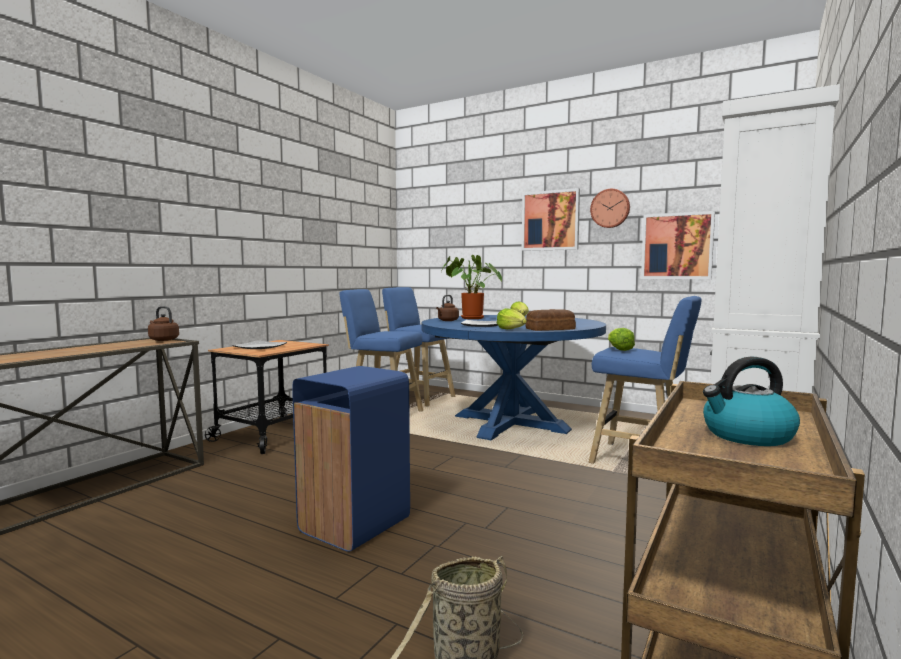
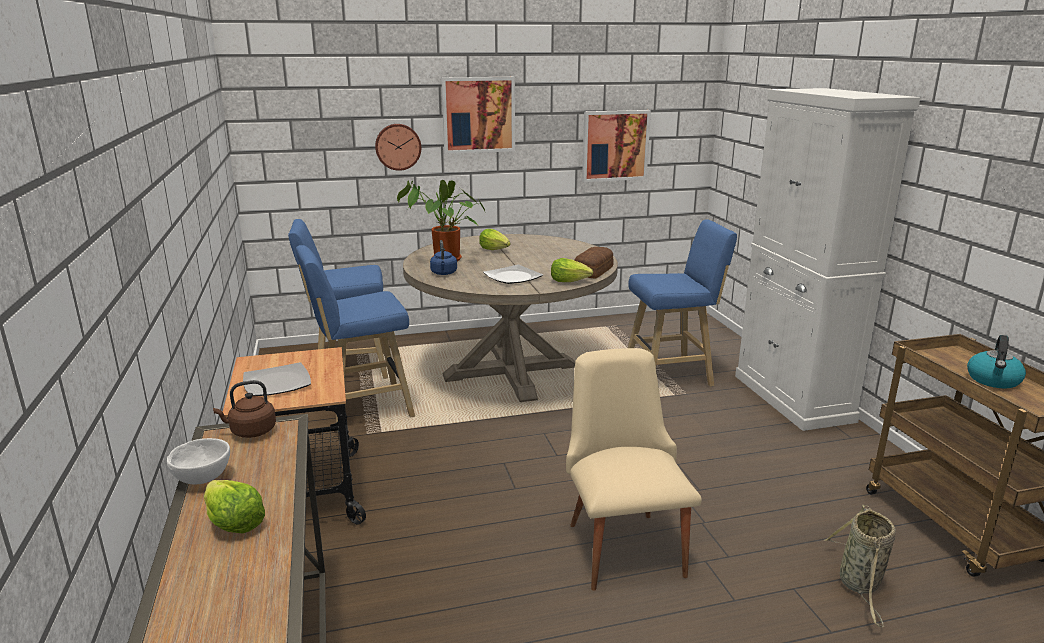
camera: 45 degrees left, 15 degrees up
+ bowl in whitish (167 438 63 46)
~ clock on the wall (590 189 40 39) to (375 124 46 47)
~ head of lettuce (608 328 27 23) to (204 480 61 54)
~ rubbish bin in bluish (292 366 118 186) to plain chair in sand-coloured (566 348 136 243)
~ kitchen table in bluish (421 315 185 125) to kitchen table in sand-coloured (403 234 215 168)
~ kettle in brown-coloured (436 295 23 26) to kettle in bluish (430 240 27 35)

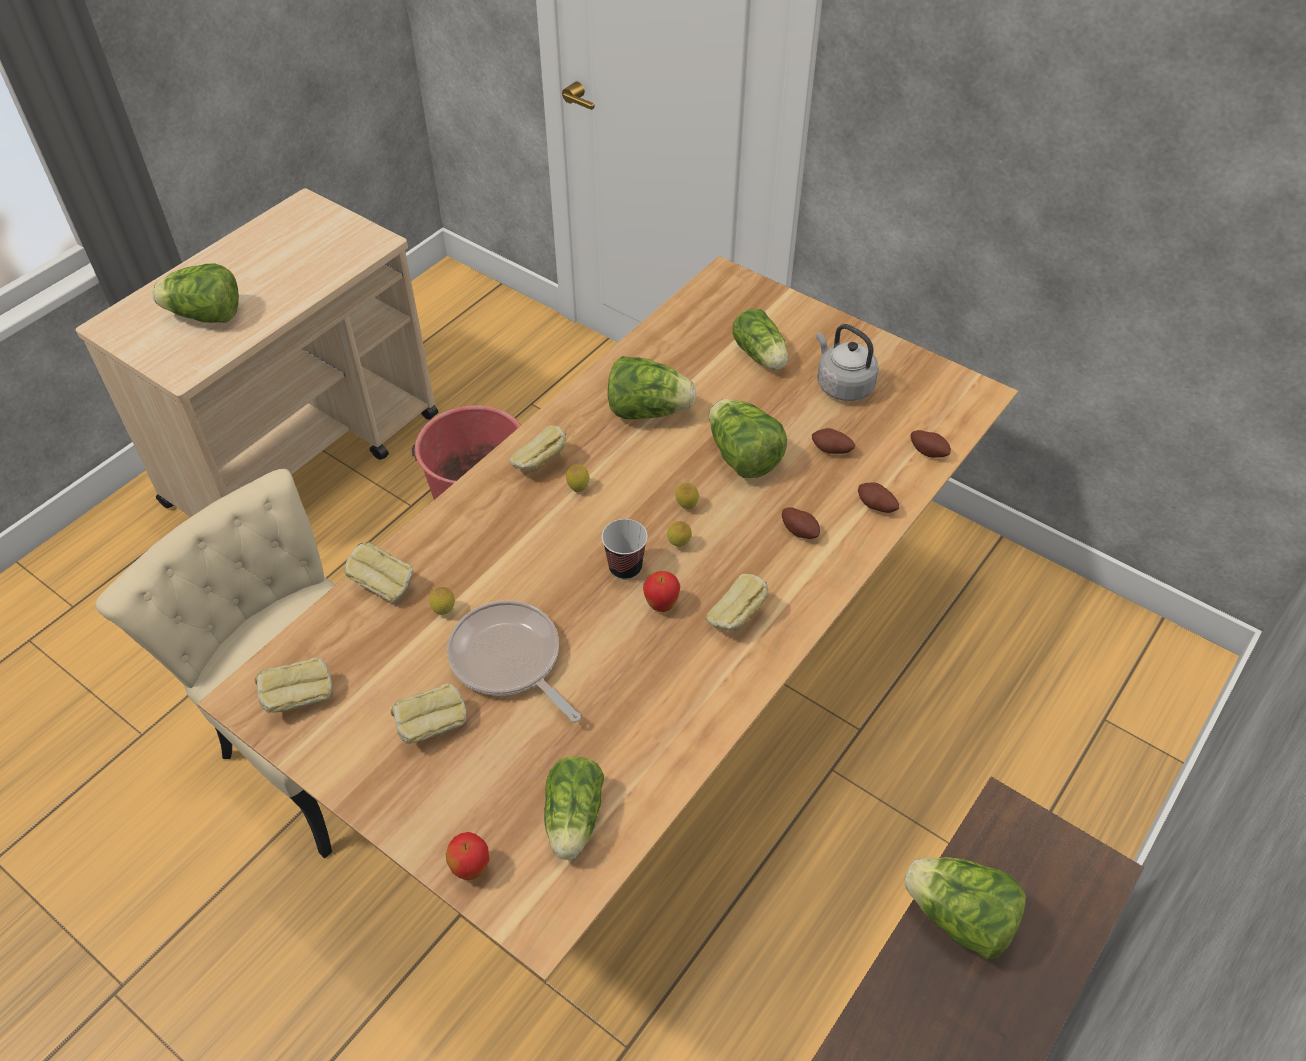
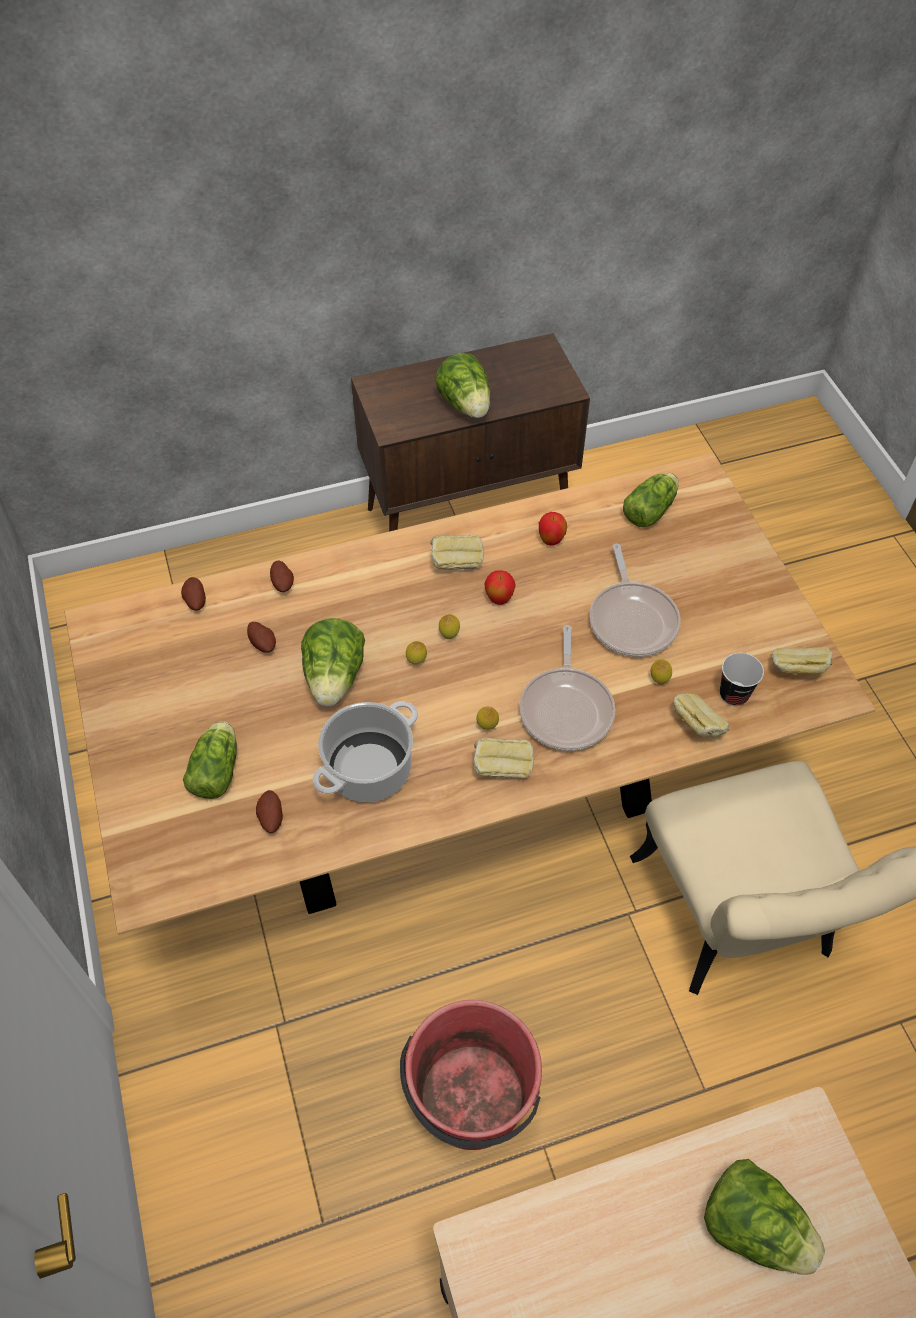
camera: 145 degrees left, 5 degrees up
- bakery bread (390 684 76 60)
- kettle in grey (816 324 63 77)
+ skillet (519 625 96 126)
~ apple (446 832 43 48) to (539 512 28 34)
~ drinking cup (602 519 46 61) to (720 653 44 53)
~ potato (782 507 38 32) to (256 790 27 43)
~ head of lettuce (608 356 88 64) to saucepot (312 701 106 101)

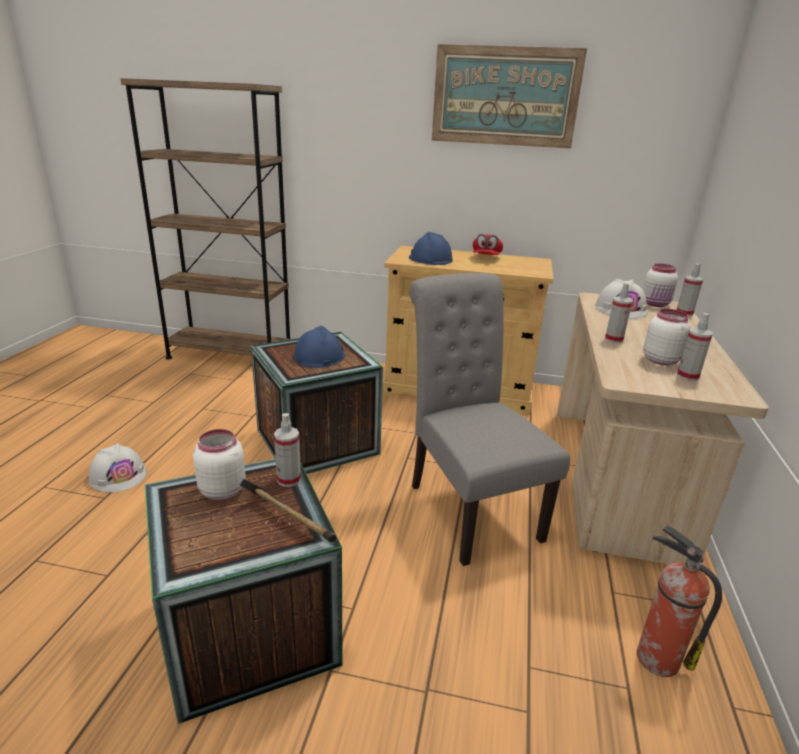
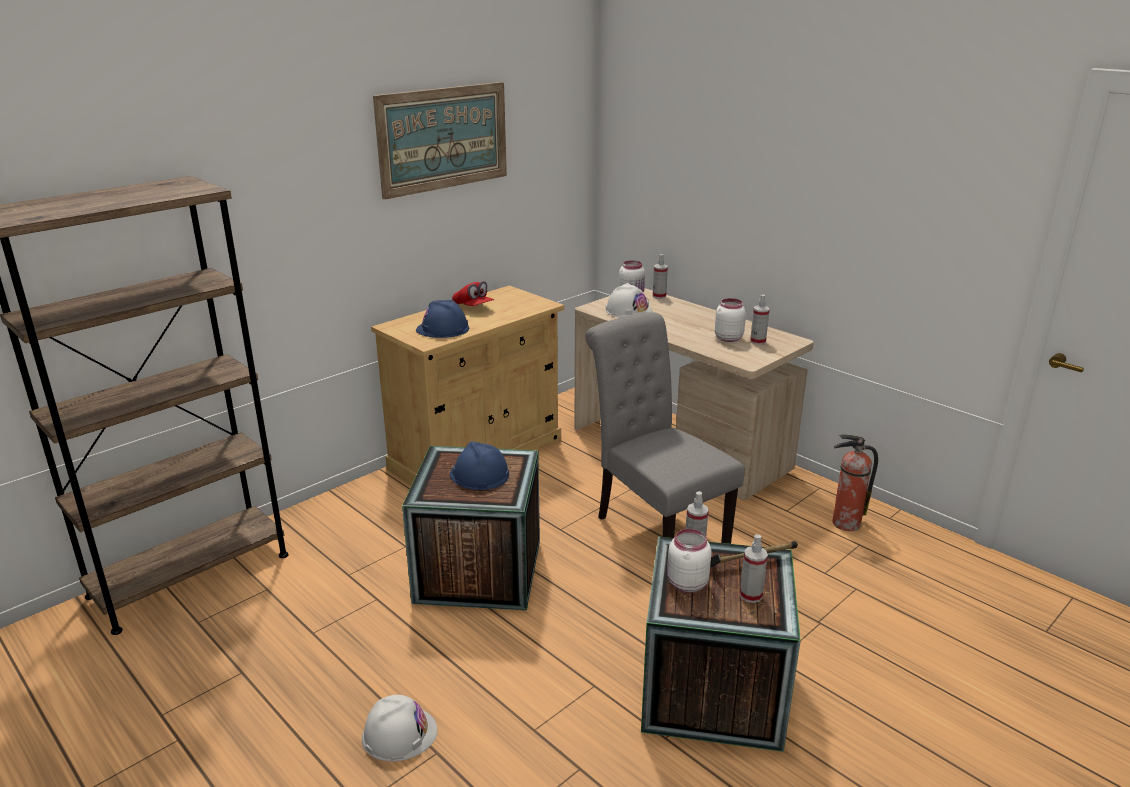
camera: 55 degrees left, 0 degrees up
~ sprayer (605 283 28 60) to (740 534 28 69)
~ plain chair in grey (409 273 161 293) = (585 312 160 232) 45 degrees clockwise

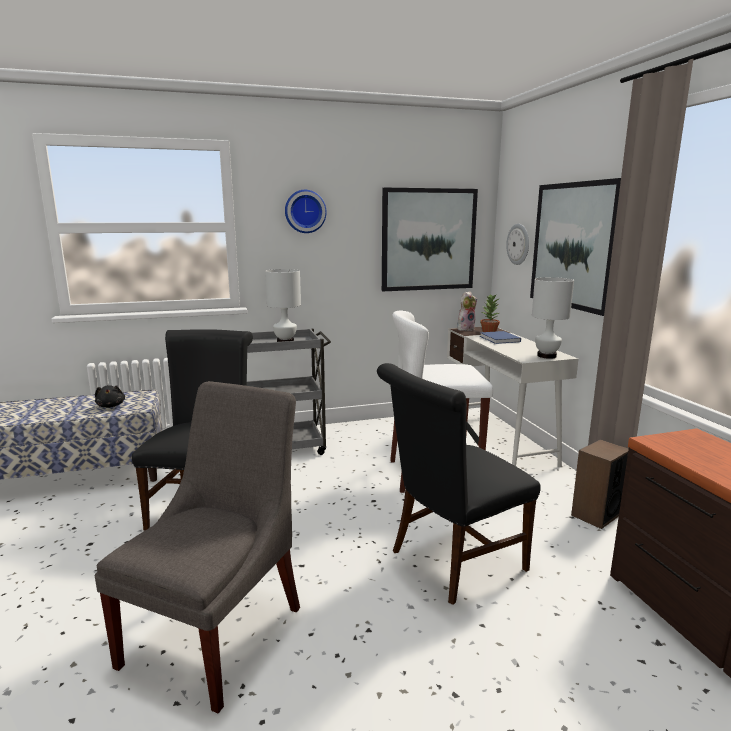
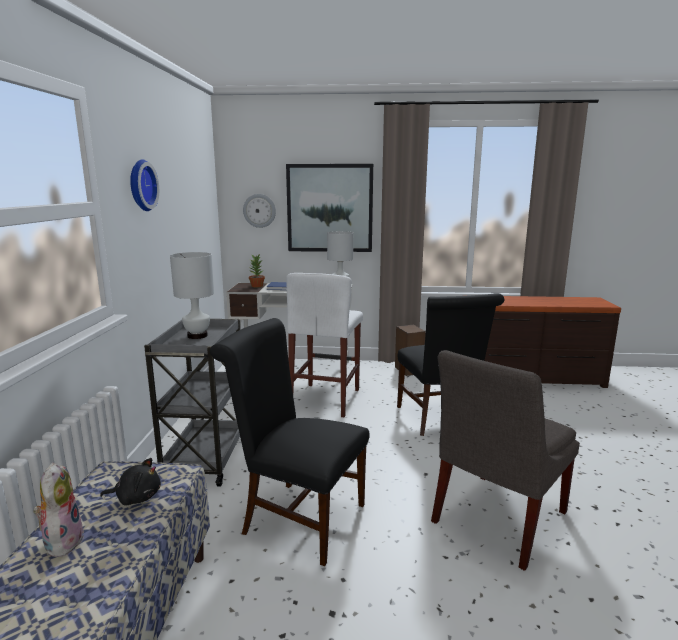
camera: 70 degrees left, 0 degrees up
- wall picture (382 188 96 103)
~ cuddly toy (457 291 20 40) to (33 463 51 94)
~ plain chair in grey (95 381 205 332) = (431 350 149 221) 90 degrees counterclockwise

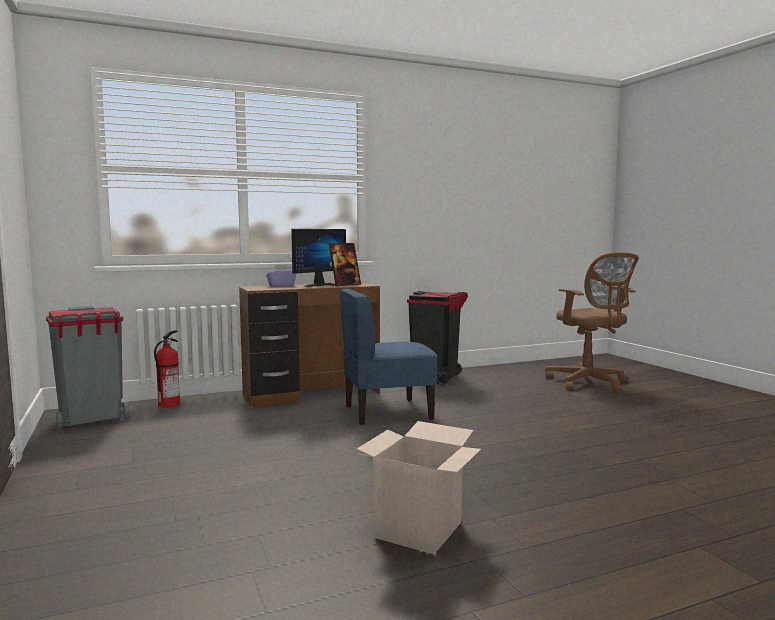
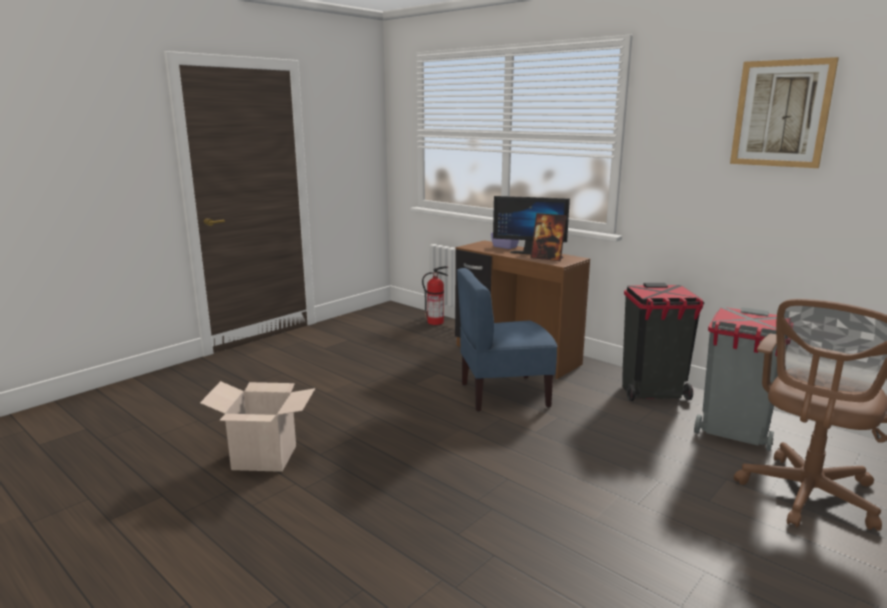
camera: 65 degrees right, 10 degrees up
+ wall picture (730 57 109 111)
~ rubbish bin in grey (46 306 83 124) to (694 307 96 144)
~ plain chair in bluish (339 289 99 136) = (457 268 101 144) 60 degrees counterclockwise

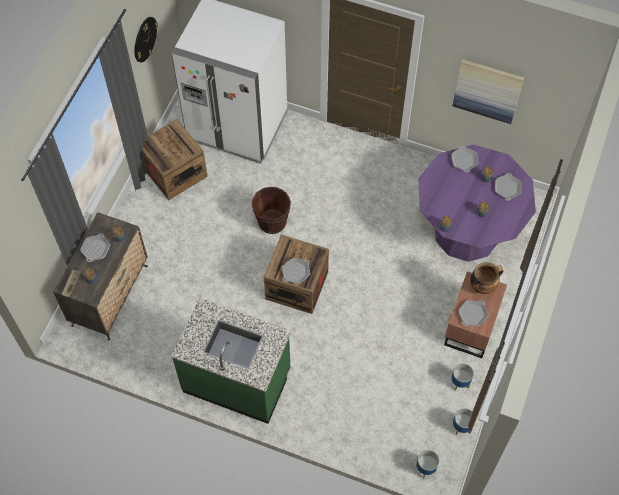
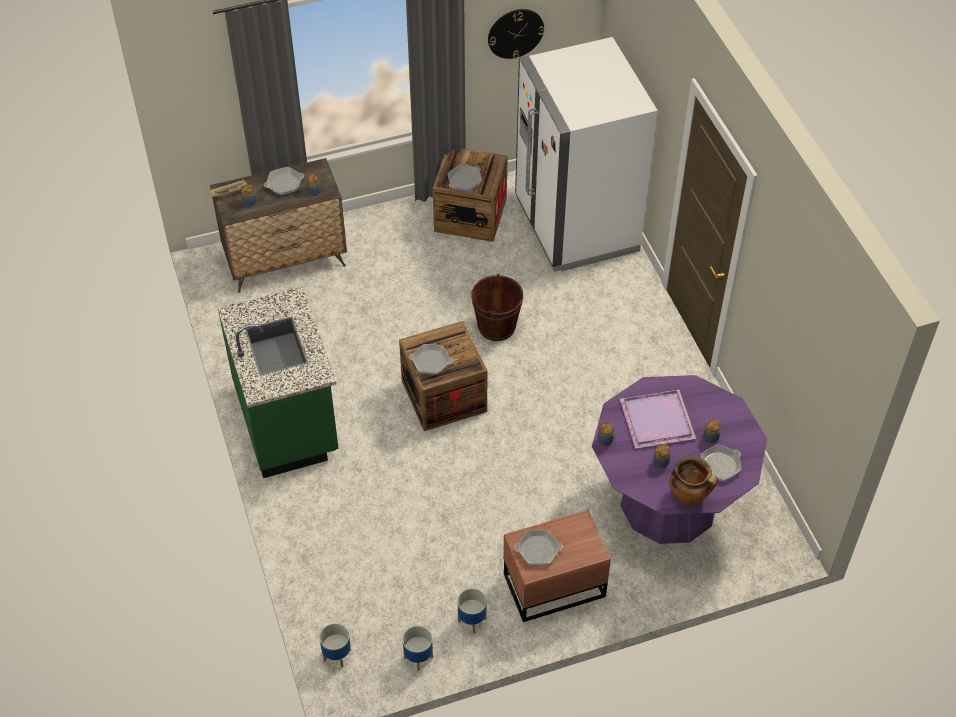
camera: 50 degrees right, 10 degrees down
- wall picture (452 59 72 65)
+ tray in purplish (620 390 76 59)
~ skillet (452 145 26 27) to (448 164 34 27)
~ saucepot (471 262 33 32) to (669 456 49 48)

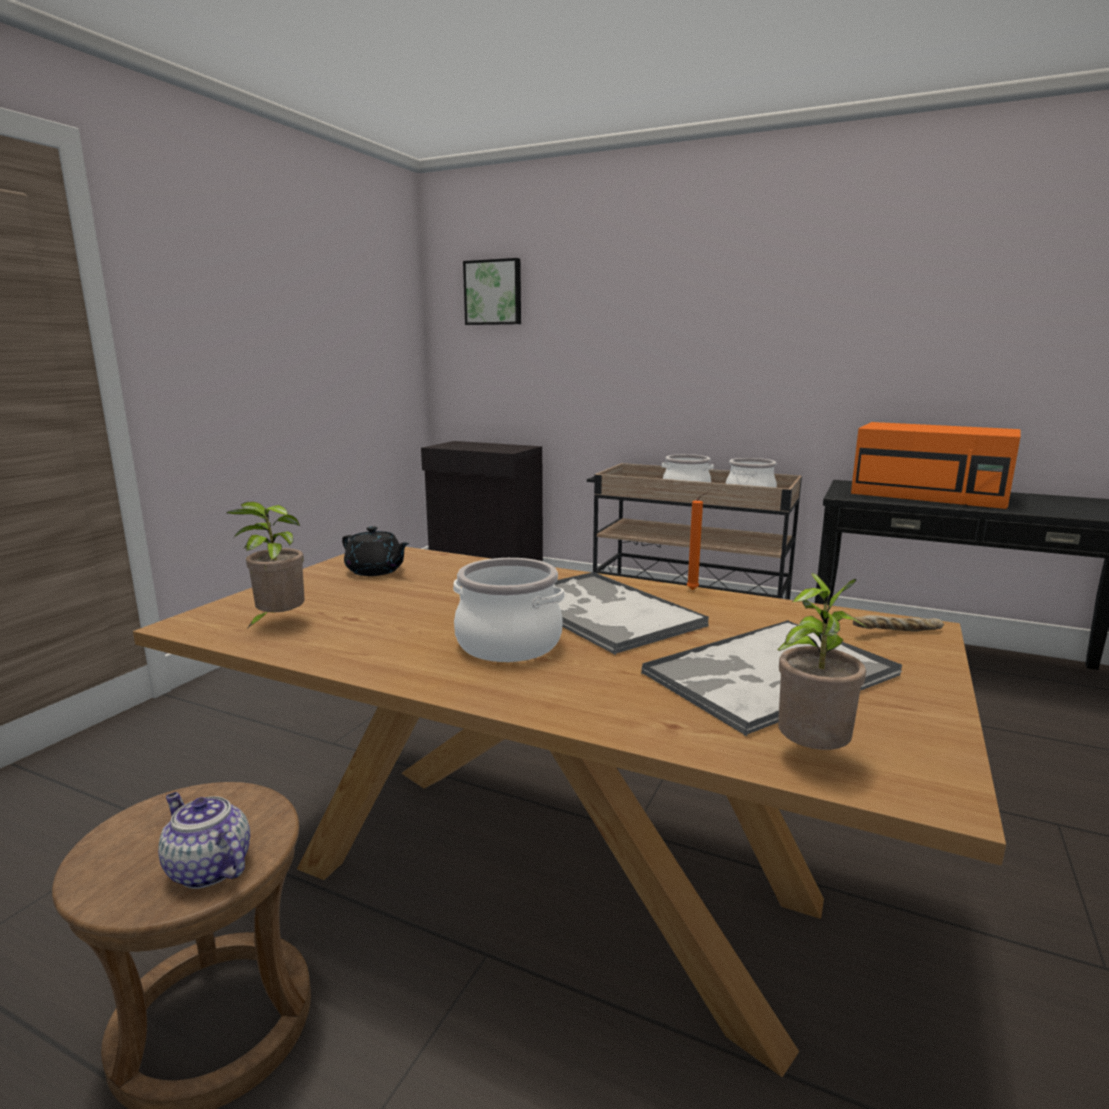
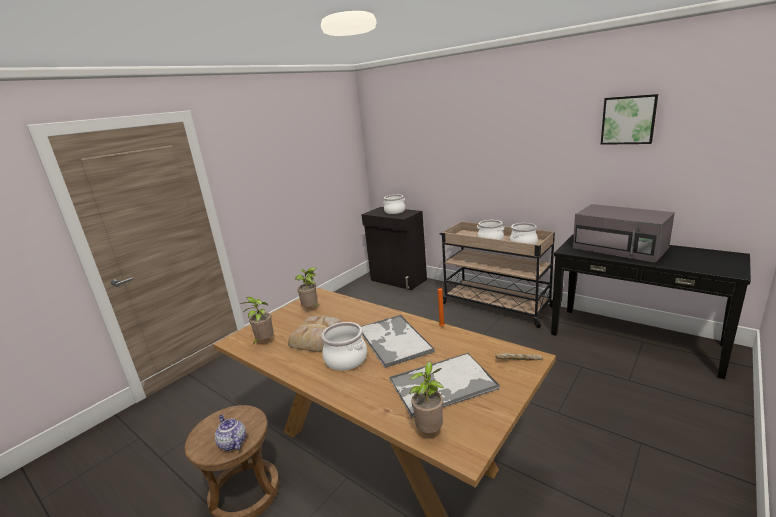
camera: 15 degrees right, 5 degrees up
+ bakery bread (288 315 53 37)
+ saucepot (383 195 22 19)
~ wall picture (463 258 58 67) to (601 94 57 51)
~ teapot in blackish (342 526 68 50) to houseplant (295 267 23 40)
~ kitchen microwave in orange-coloured (851 422 169 87) to kitchen microwave in grey (573 204 102 59)

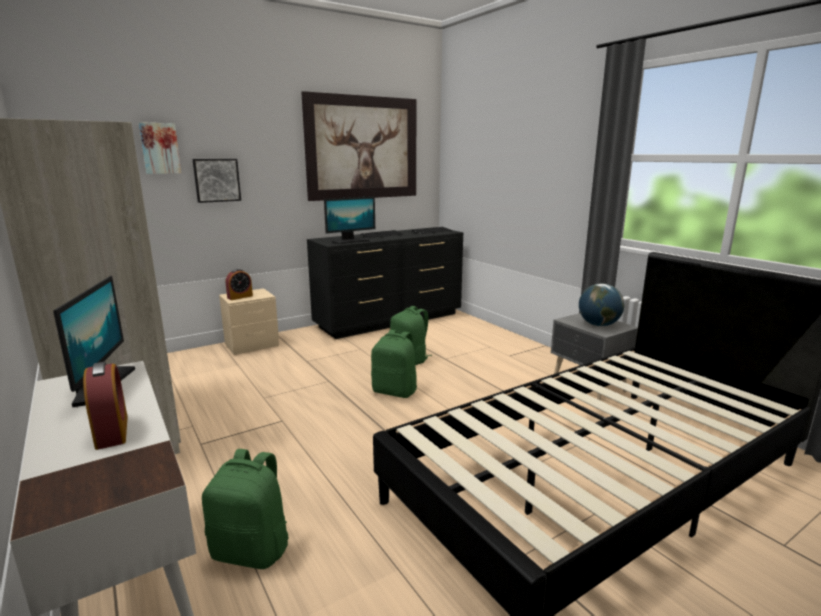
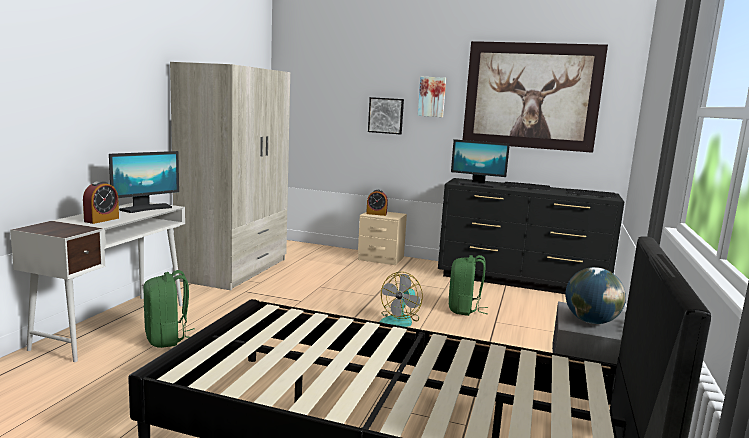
camera: 50 degrees right, 5 degrees down
~ wall picture (139 122 42 52) to (418 77 28 40)
~ backpack in greenish (371 330 46 68) to fan (379 272 44 55)

